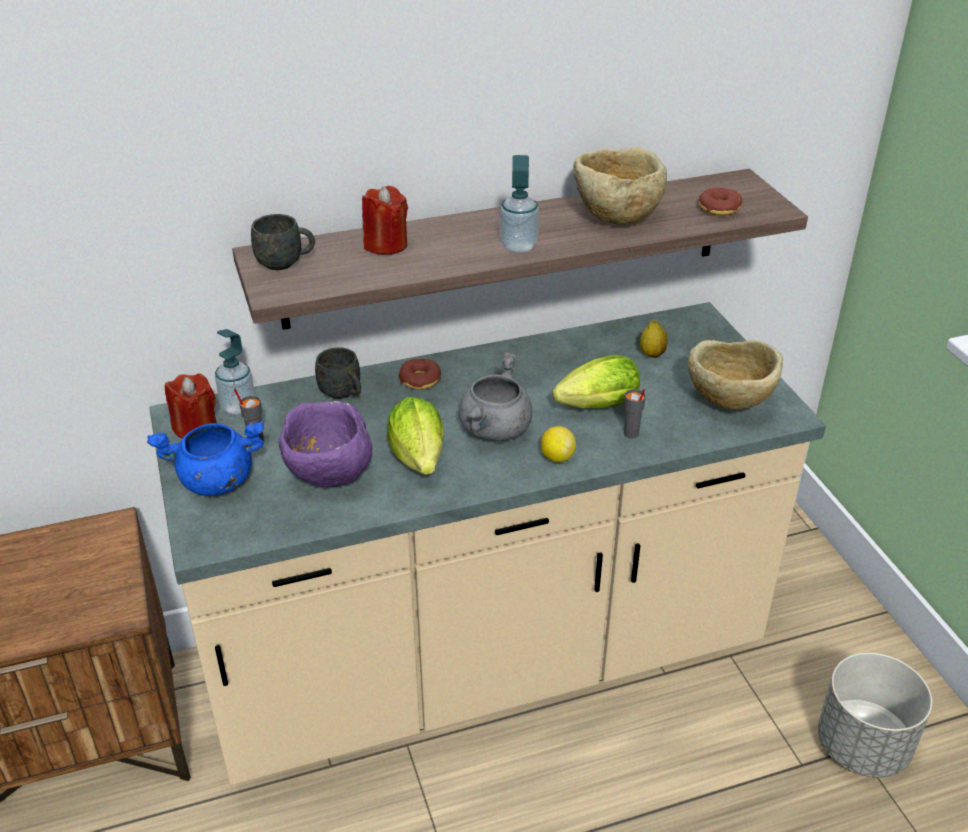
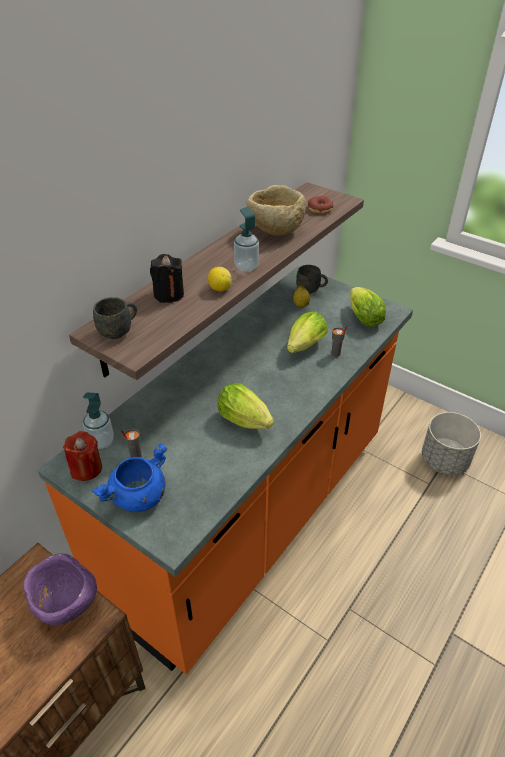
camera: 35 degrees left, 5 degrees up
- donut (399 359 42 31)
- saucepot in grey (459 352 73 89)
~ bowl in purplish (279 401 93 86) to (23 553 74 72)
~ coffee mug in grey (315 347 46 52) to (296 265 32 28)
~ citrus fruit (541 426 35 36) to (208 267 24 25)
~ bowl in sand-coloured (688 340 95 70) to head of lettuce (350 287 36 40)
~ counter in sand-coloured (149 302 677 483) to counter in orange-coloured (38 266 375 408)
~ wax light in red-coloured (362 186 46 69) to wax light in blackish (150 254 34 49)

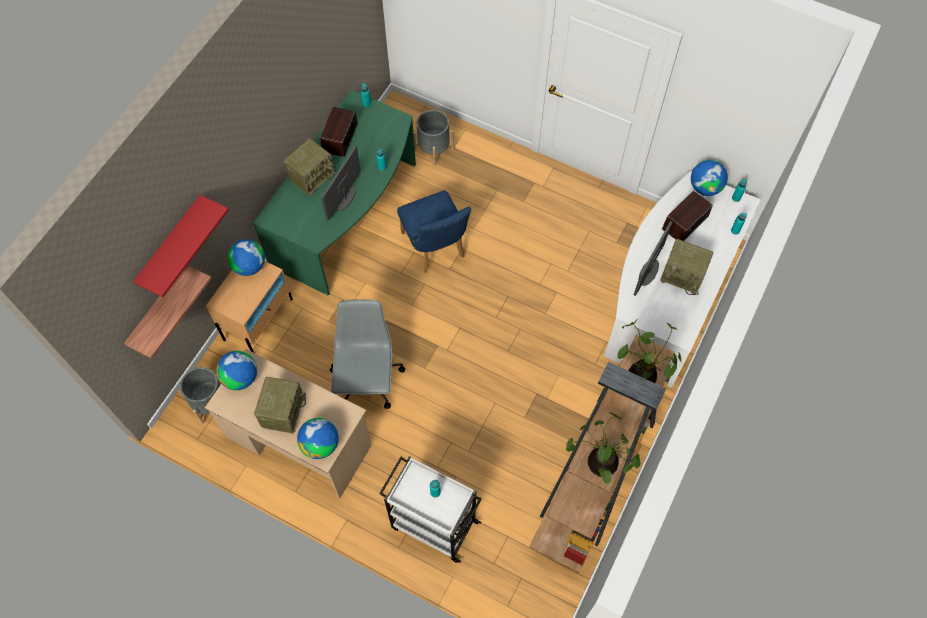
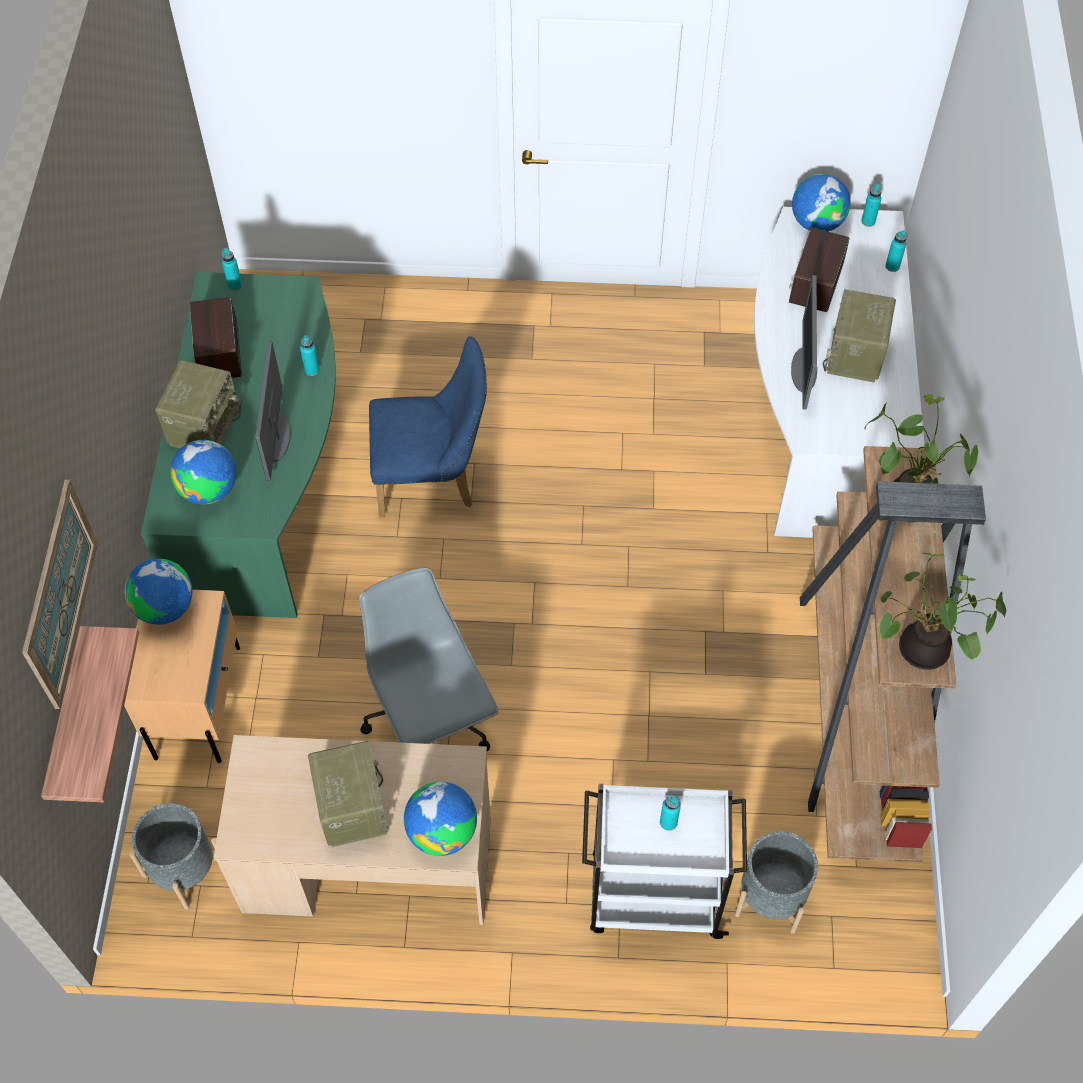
camera: 25 degrees left, 5 degrees down
~ world globe (216 351 41 39) to (170 440 66 64)
~ planter in grey (413 110 41 56) to (735 831 83 103)
~ wall shelf in red-coloured (133 195 96 103) to wall picture (22 480 76 229)
~ plain chair in bluish (397 190 74 83) = (369 336 118 182) 45 degrees counterclockwise
~ radio (660 239 53 56) = (823 289 73 94) 105 degrees clockwise

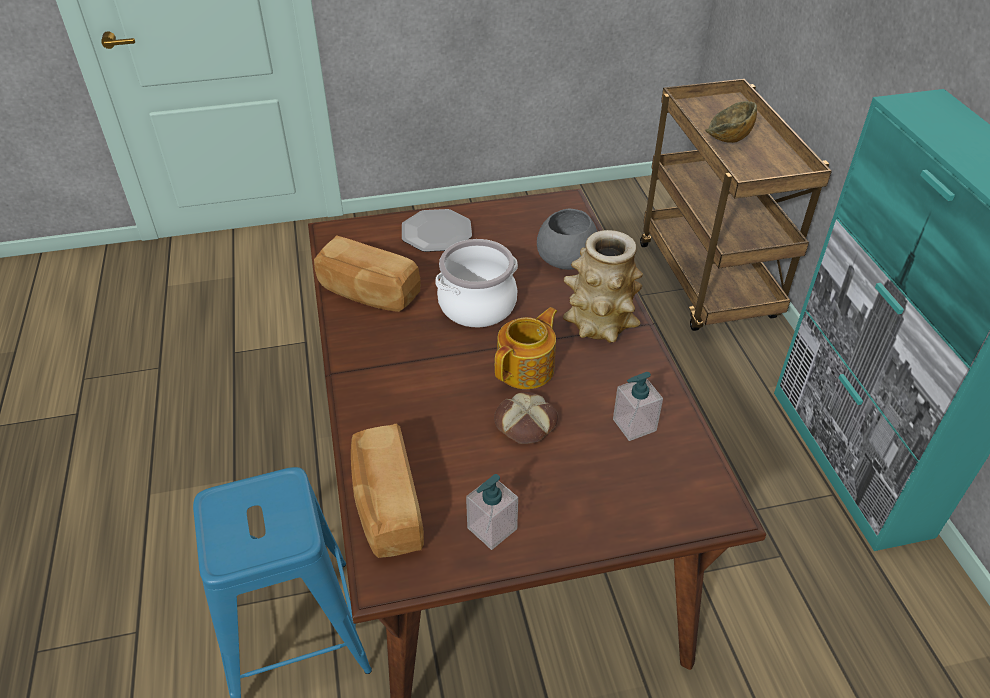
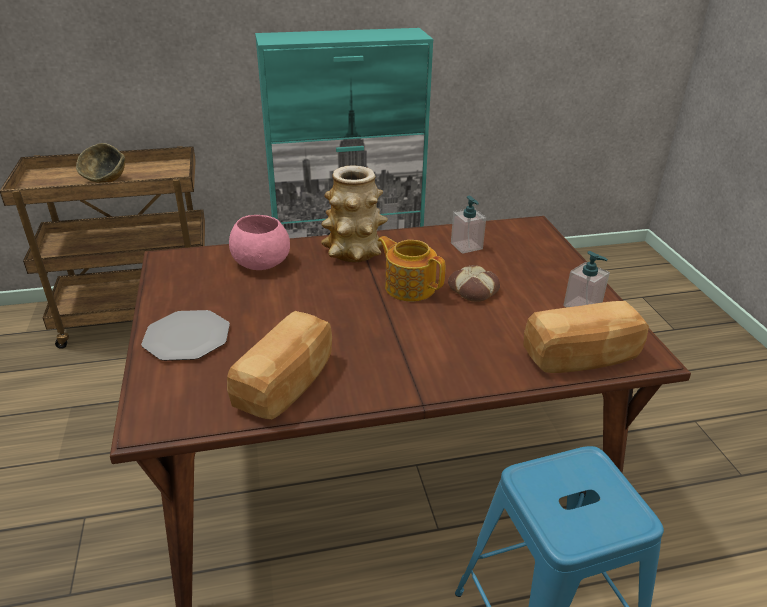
camera: 90 degrees left, 10 degrees down
- saucepot (435 239 83 89)
~ bowl in grey (537 208 60 62) to bowl in pinkish (229 215 61 55)

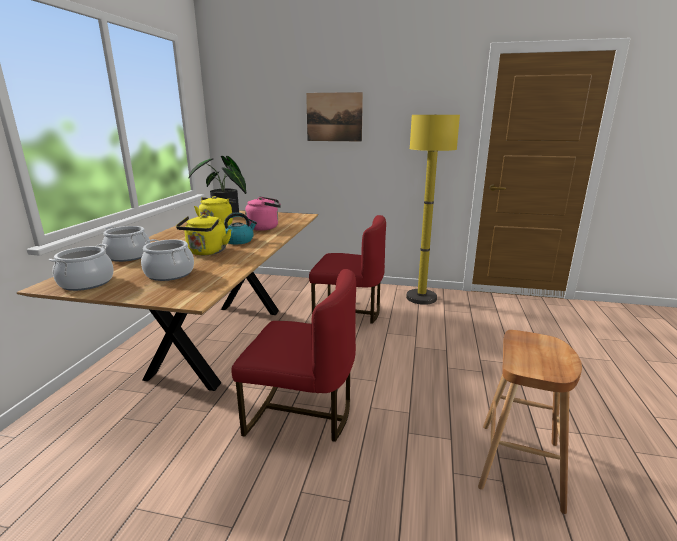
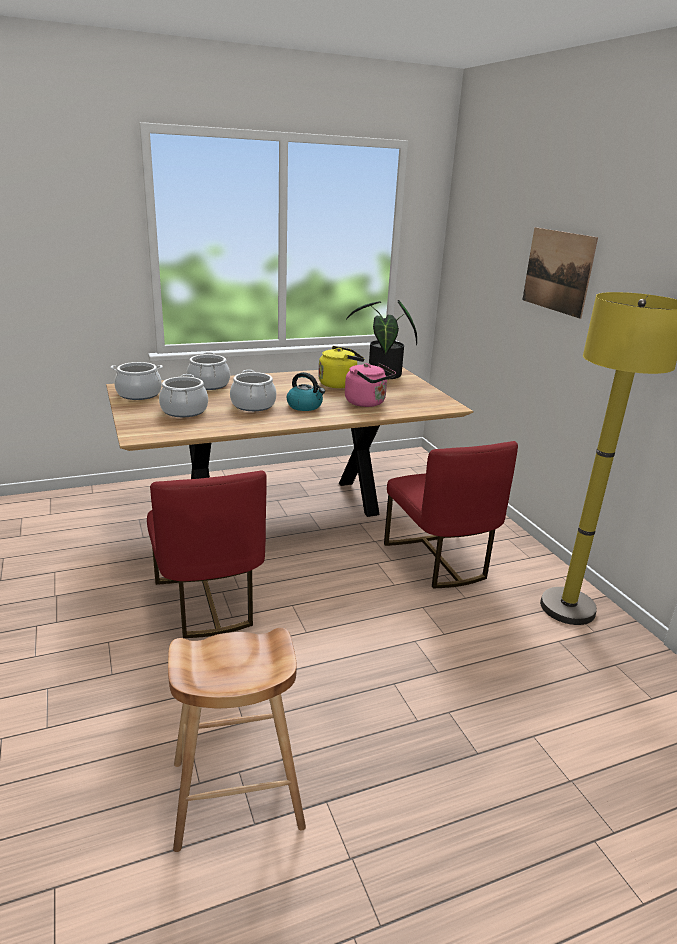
camera: 55 degrees right, 5 degrees up
~ kettle in yellow-coloured (176 214 55 41) to saucepot (230 370 46 41)

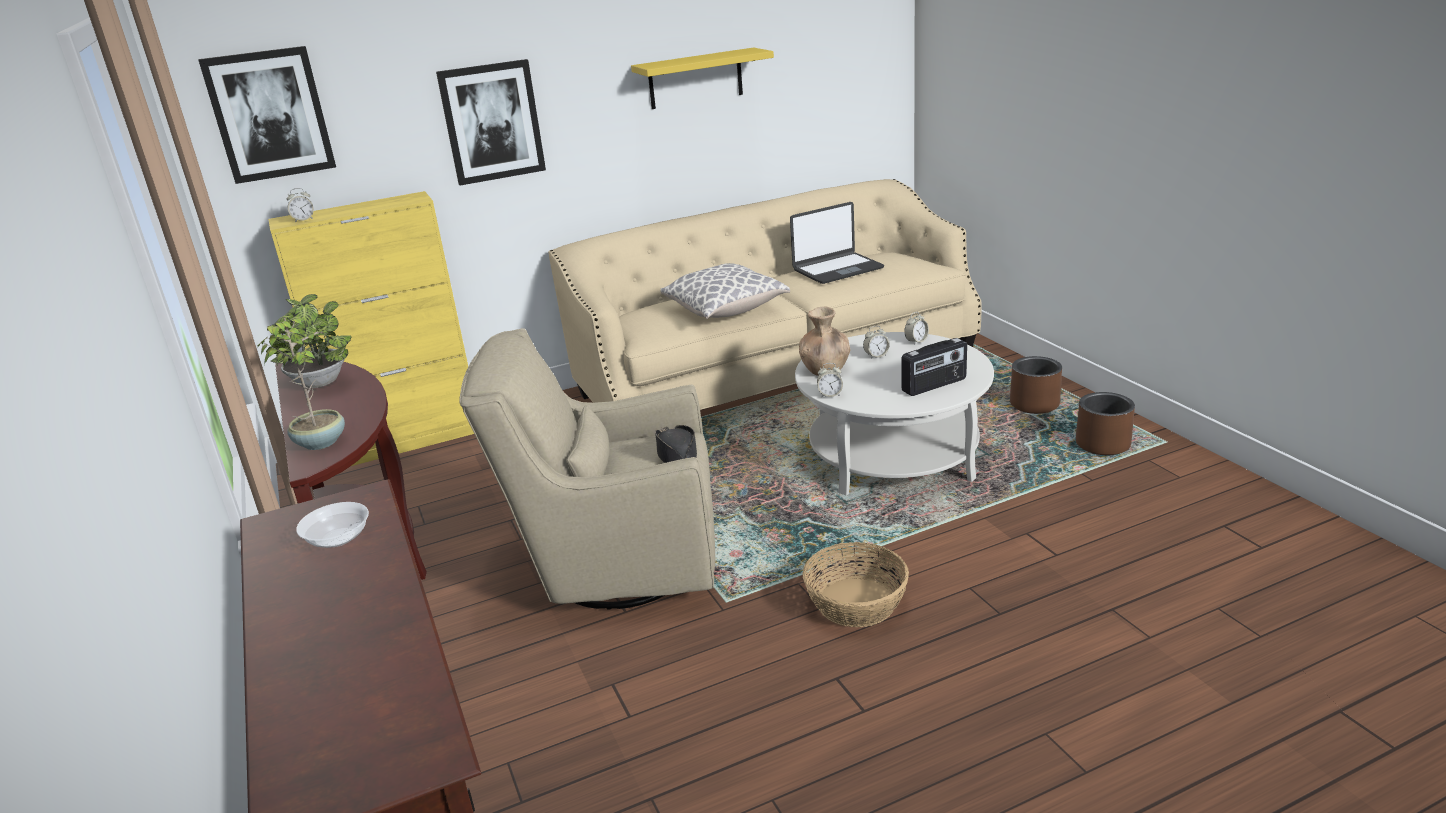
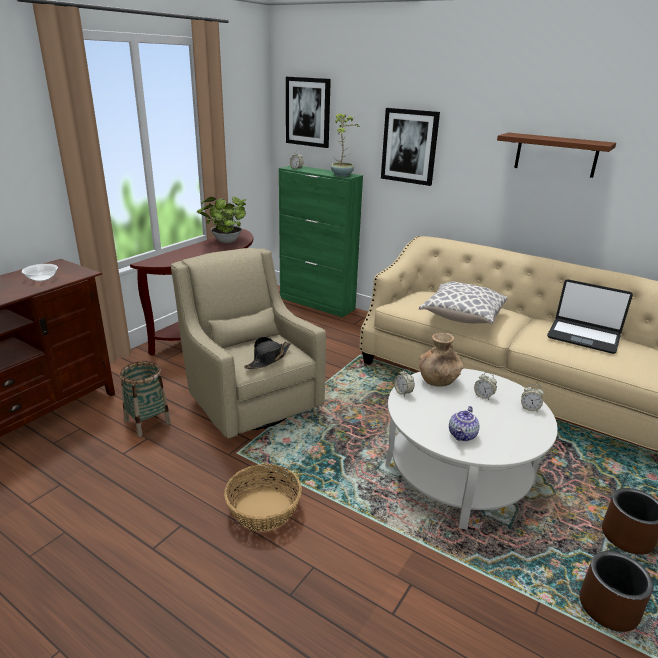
camera: 55 degrees right, 0 degrees up
+ household basket (120 361 51 76)
~ houseplant (258 316 87 134) to (331 113 27 64)
~ radio (901 338 66 58) to teapot (449 406 31 35)
~ storage cabinet in yellow-coloured (268 191 206 275) to storage cabinet in greenish (279 166 84 151)
~ wall shelf in yellow-coloured (631 47 143 62) to wall shelf in brown-coloured (497 133 119 45)

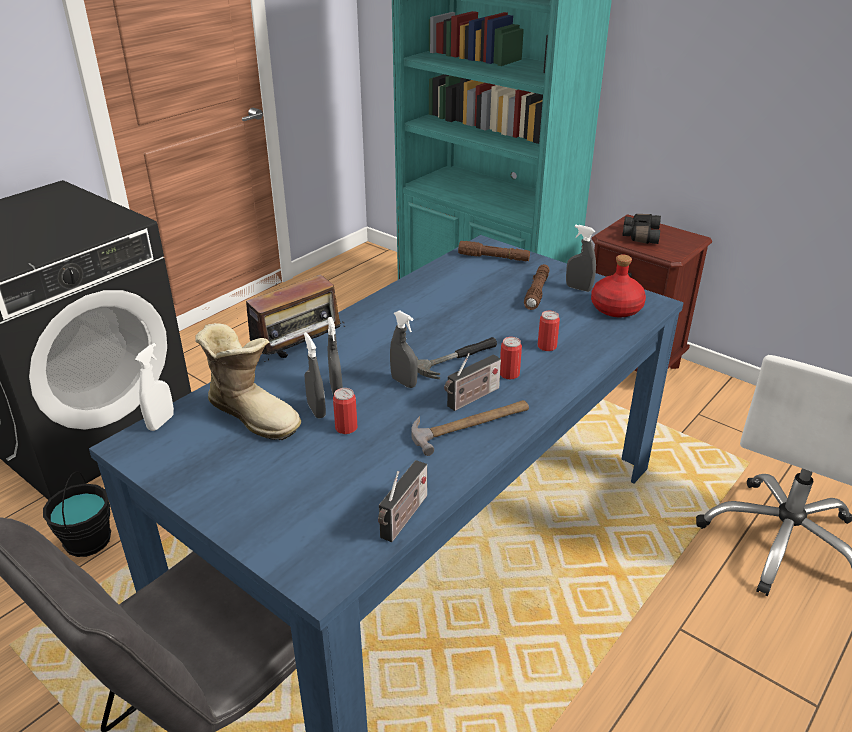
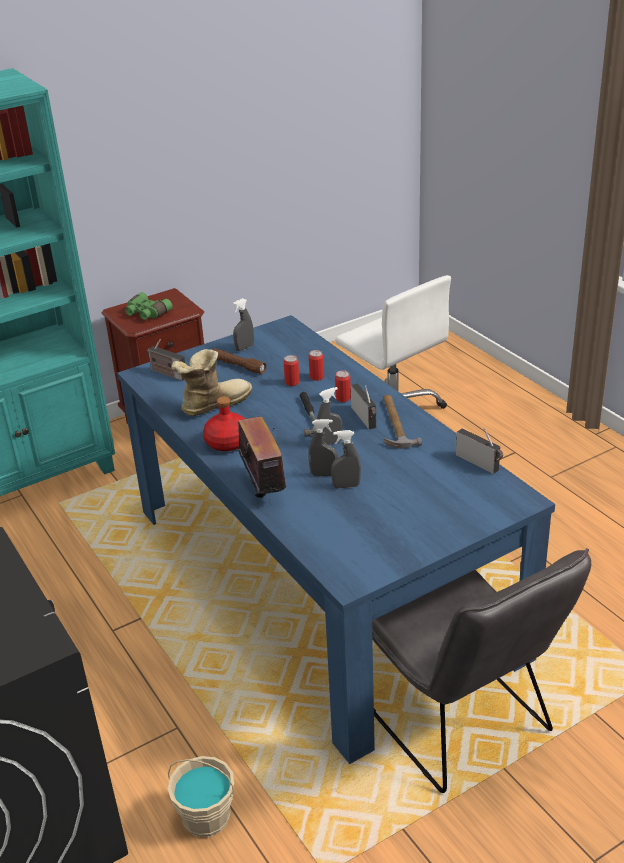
camera: 70 degrees left, 0 degrees up
- sprayer in whitish (135 343 39 88)
~ high-top boot (195 323 106 117) to (171 349 81 67)
~ metal can (333 388 25 46) to (284 355 16 31)
~ drink bottle in red-coloured (591 255 55 62) to (203 396 42 55)
~ flashlight in brown-coloured (458 241 72 20) to radio (147 339 38 42)
~ water bucket in blackish (43 471 68 86) to water bucket in sand-coloured (168 756 66 82)
~ pair of binoculars in blackish (622 214 39 30) to pair of binoculars in greenish (125 292 47 28)

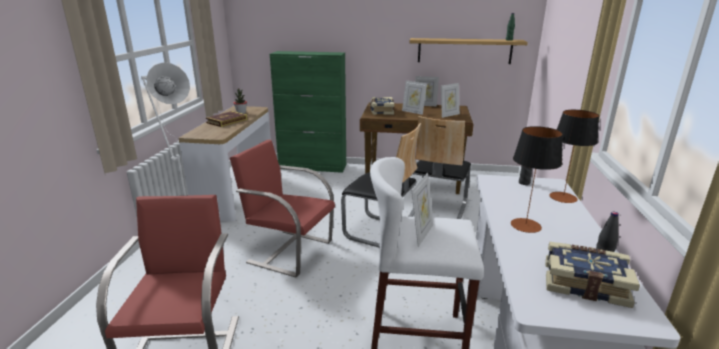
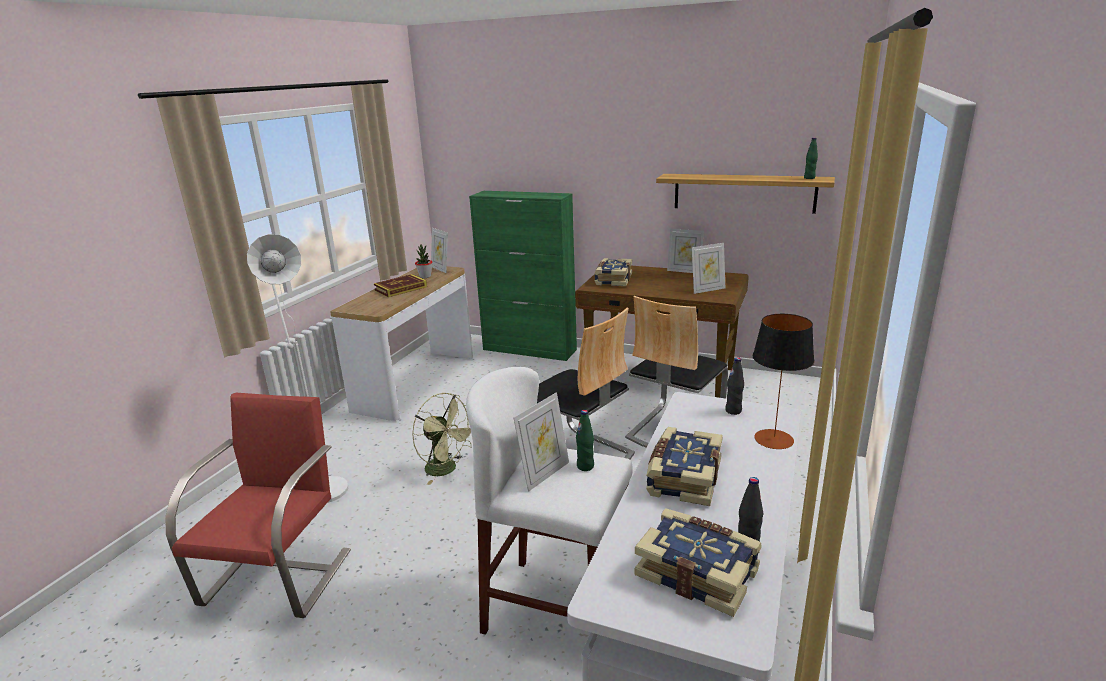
camera: 15 degrees right, 0 degrees up
+ drink bottle in greenish (576 410 18 61)
~ standing frame (402 81 25 34) to (431 228 17 45)
~ plain chair in red-coloured (230 139 105 138) to fan in greenish (412 393 59 92)
~ tabletop lamp (511 126 52 107) to volume (646 427 77 79)

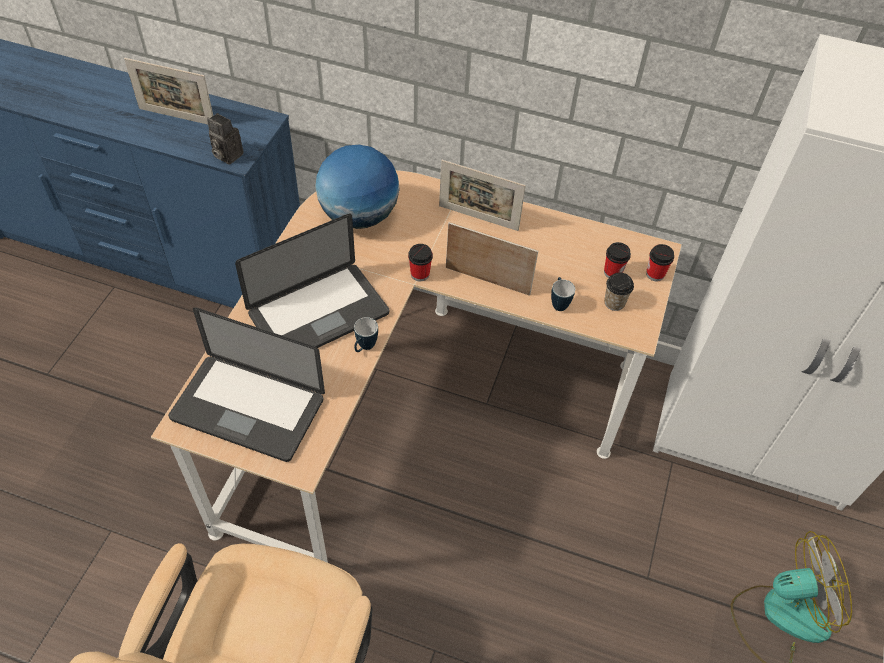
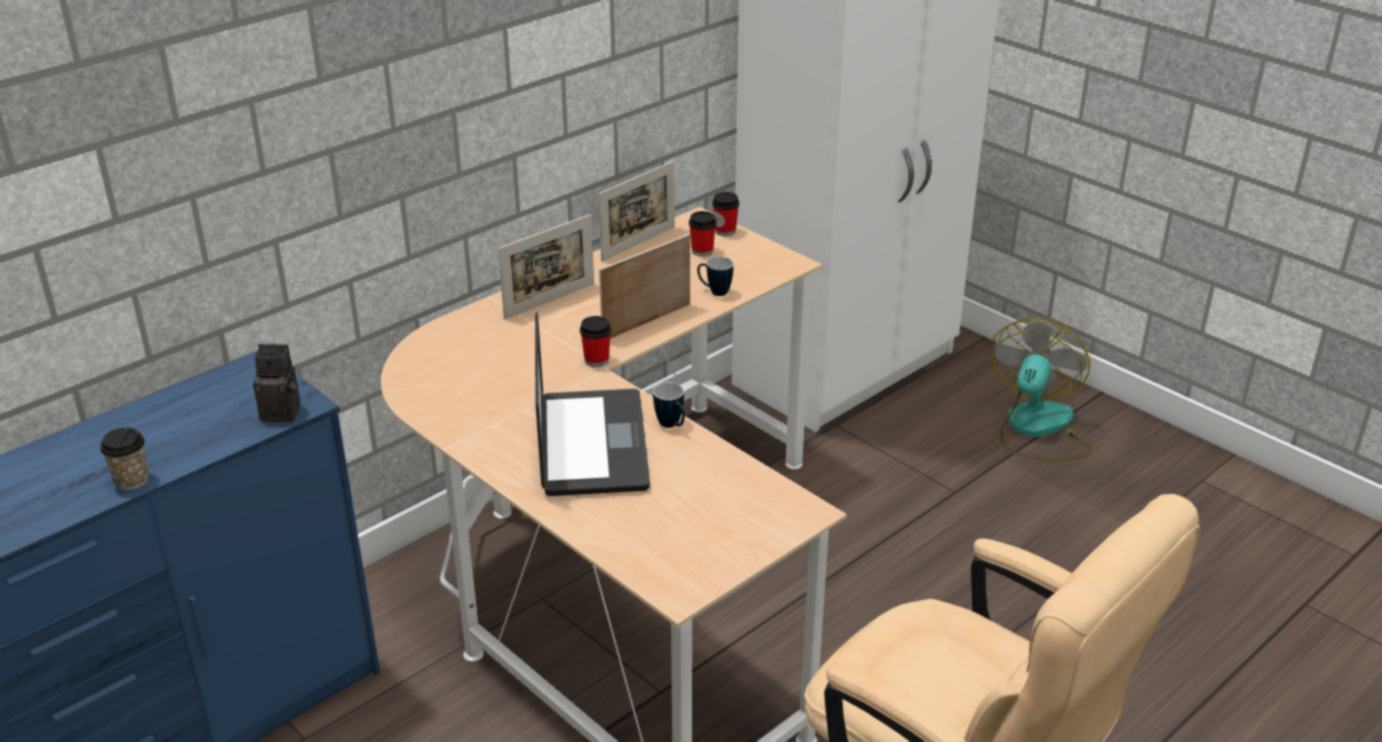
camera: 60 degrees left, 20 degrees down
- laptop (168 307 157 155)
- world globe (315 145 85 84)
~ standing frame (124 58 89 67) to (598 161 77 100)
~ drinking cup (604 272 30 39) to (100 427 49 63)
~ photo camera (207 113 36 52) = (253 343 47 79) 150 degrees counterclockwise

